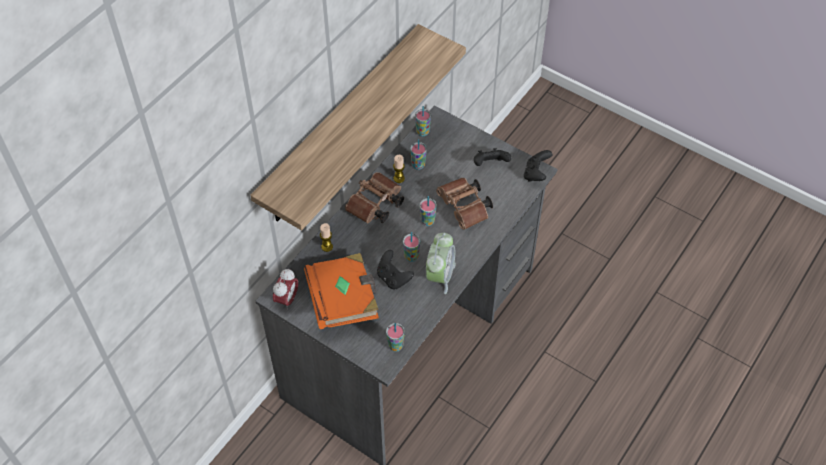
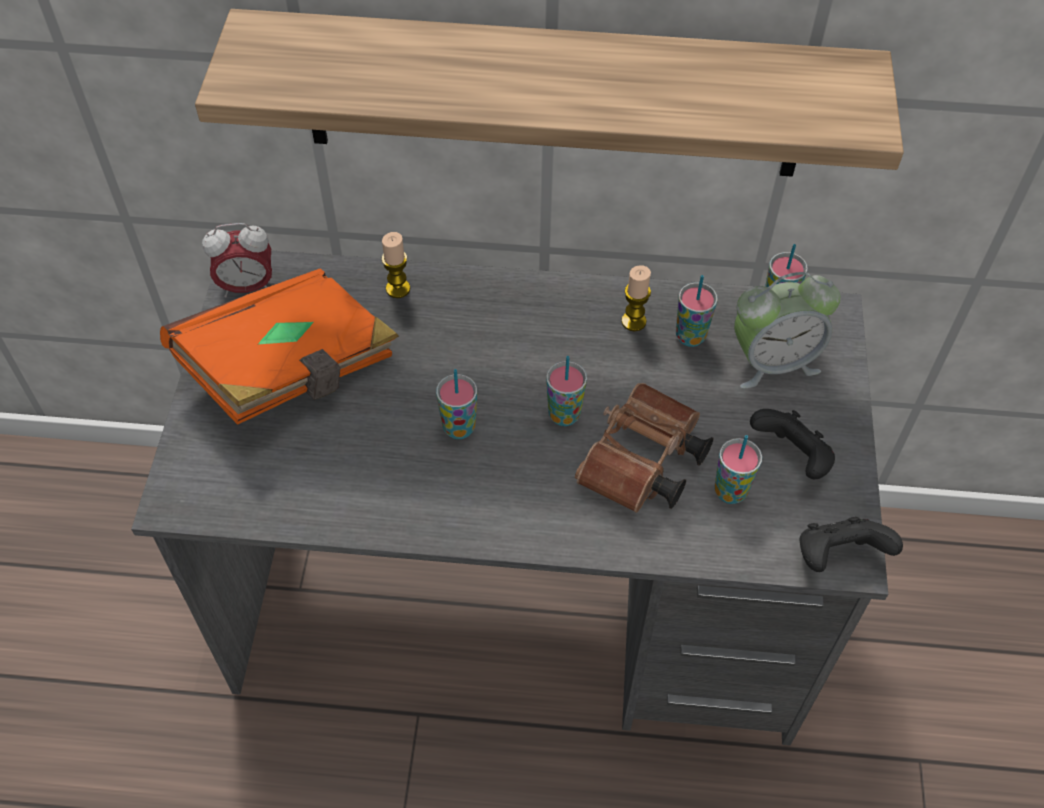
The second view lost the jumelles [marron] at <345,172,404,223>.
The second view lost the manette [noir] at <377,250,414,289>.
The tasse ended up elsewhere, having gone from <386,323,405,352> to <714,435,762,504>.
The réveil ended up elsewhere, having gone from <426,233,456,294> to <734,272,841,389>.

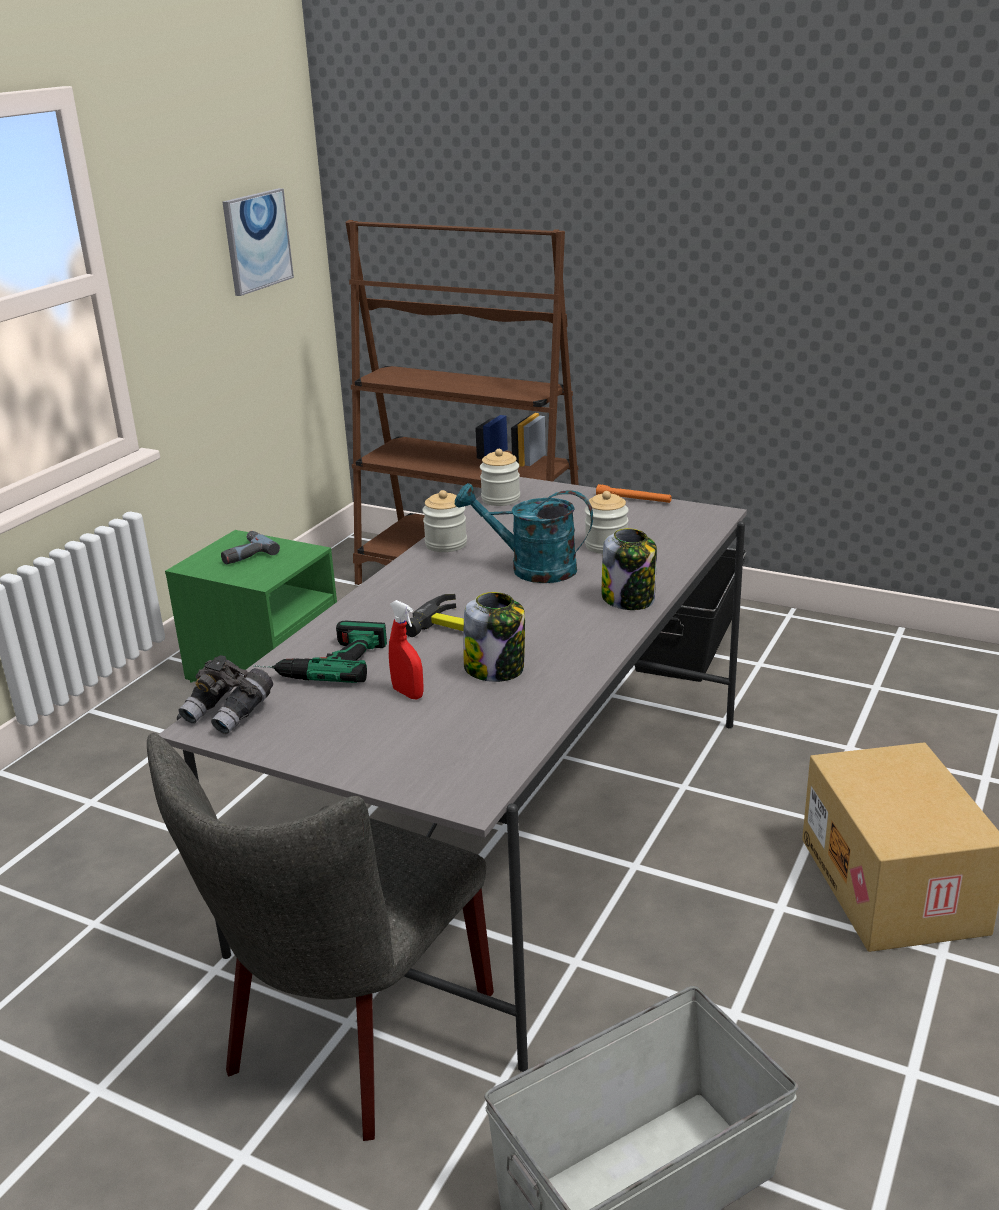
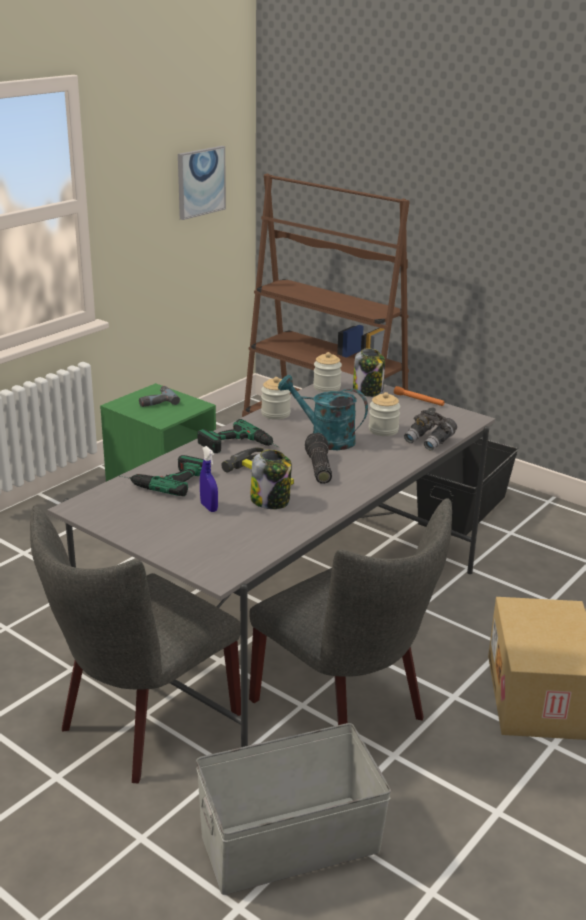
The second view gained the perceuse at <197,419,280,453>.
The second view gained the chaise [gris] at <249,498,452,725>.
The second view gained the lampe de poche at <305,433,332,484>.
The jumelles [gris] ended up elsewhere, having gone from <179,655,273,734> to <404,407,457,451>.
The bocal ended up elsewhere, having gone from <602,528,657,610> to <353,348,385,397>.
What was the vaporisateur [rouge] at <389,600,424,700> turned into the vaporisateur [bleu] at <200,446,218,512>.

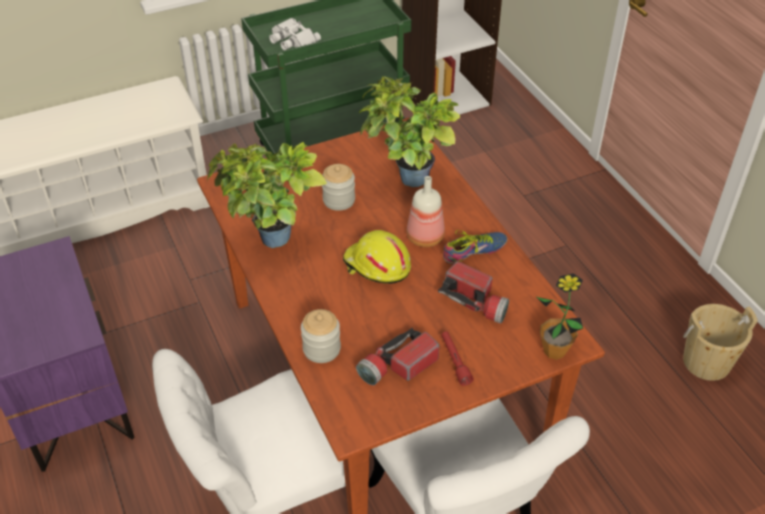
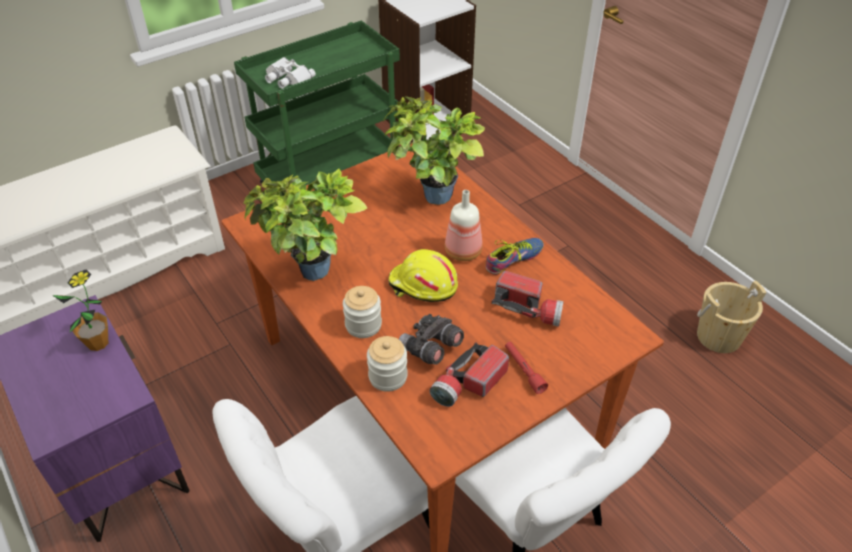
The second view gained the jumelles [gris] at <399,314,464,365>.
The bocal ended up elsewhere, having gone from <322,164,355,211> to <343,286,382,338>.
The plante en pot ended up elsewhere, having gone from <535,273,583,360> to <52,270,108,351>.

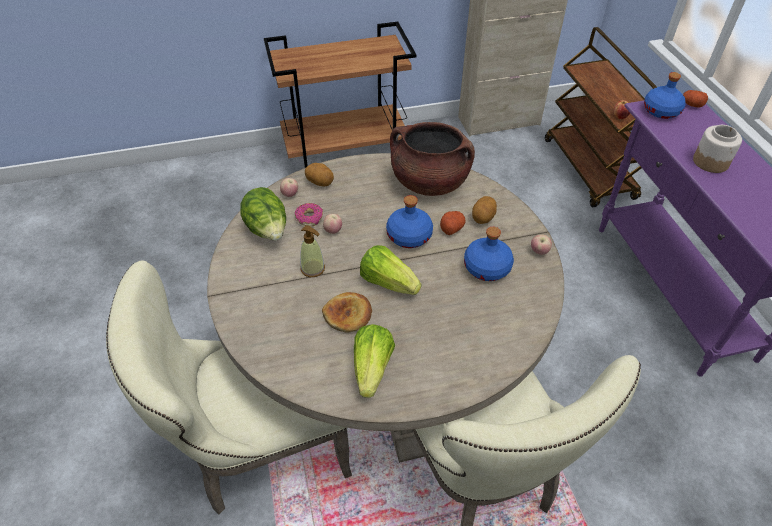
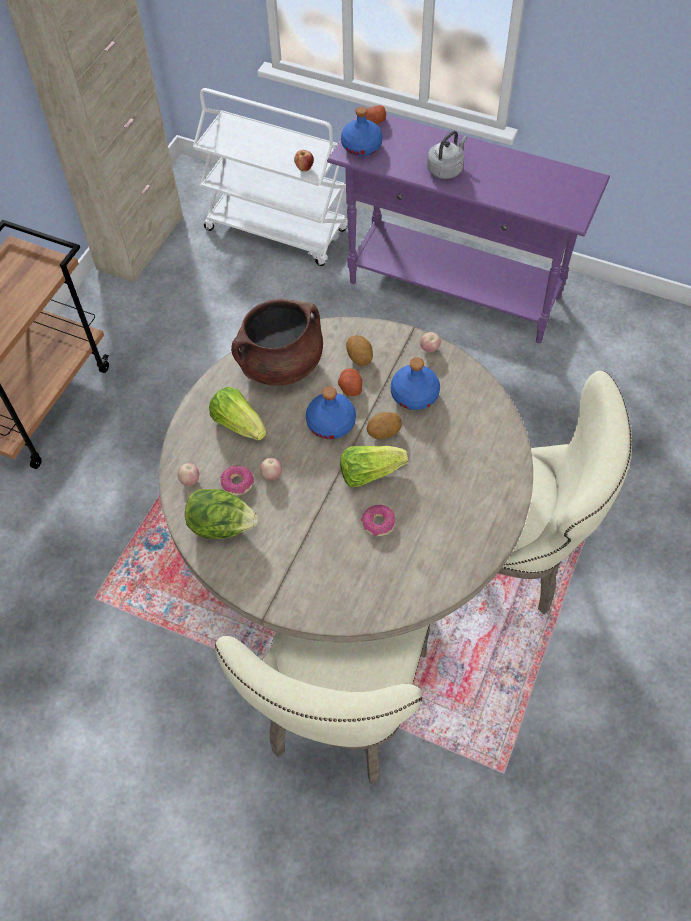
The second view lost the distributeur de savon at <300,225,325,277>.
The pomme de terre ended up elsewhere, having gone from <305,163,334,186> to <367,412,402,439>.
The laitue ended up elsewhere, having gone from <354,324,395,398> to <209,387,266,440>.
Where the pain stood at <322,292,372,333>, the beignet came to stand at <361,505,396,536>.
Where the bocal stood at <693,125,742,173>, the bouilloire [gris] came to stand at <427,131,467,179>.
What was the chariot [marron] at <545,27,657,207> turned into the chariot [blanc] at <193,88,348,266>.

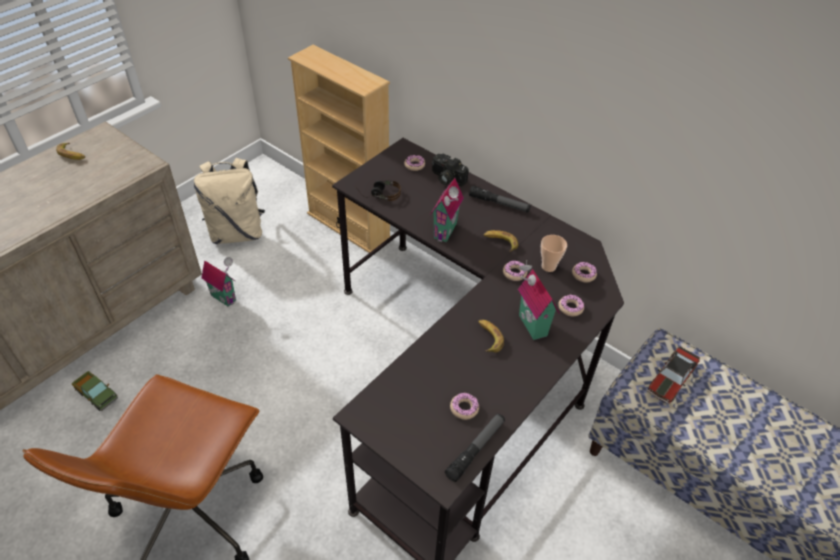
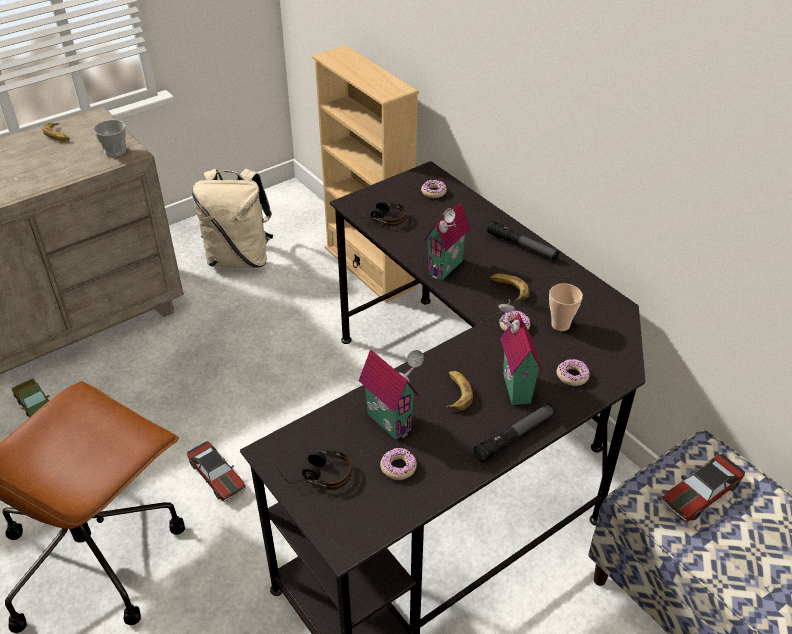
The second view lost the appareil photo at <432,154,469,186>.
The second view lost the beignet at <572,262,597,282>.
The second view gained the tasse at <93,120,126,157>.
The second view gained the petite voiture at <187,441,246,502>.
The second view gained the casque audio at <274,450,352,490>.
The maison miniature ended up elsewhere, having gone from <201,257,236,307> to <359,349,424,440>.
The lampe de poche ended up elsewhere, having gone from <445,414,505,482> to <473,403,555,462>.

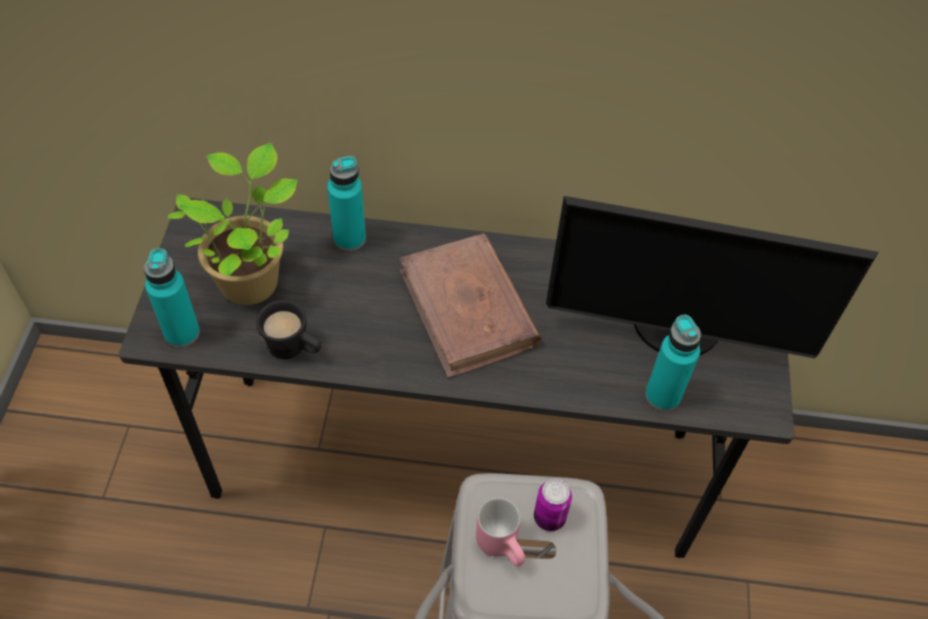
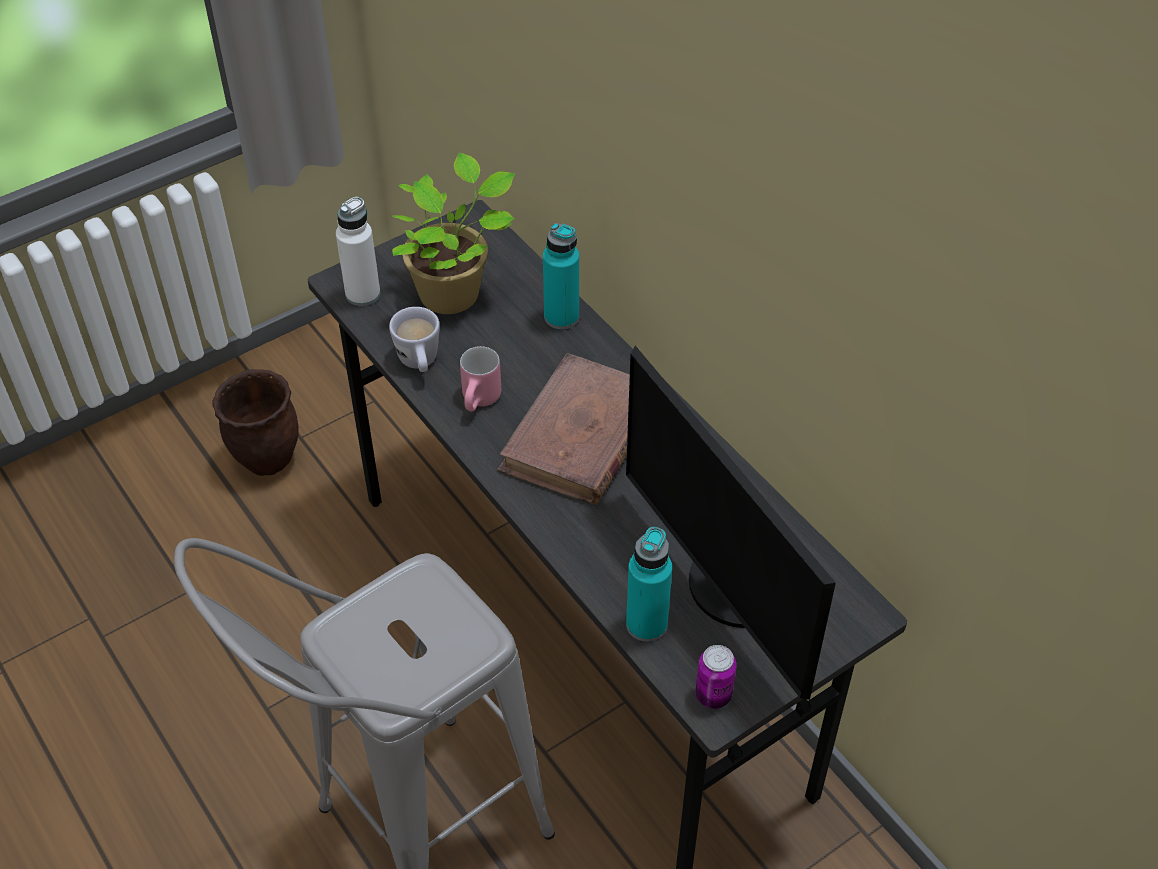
The second view gained the cache-pot [marron] at <212,369,299,476>.
The mug [rose] ended up elsewhere, having gone from <476,498,525,566> to <460,346,501,412>.
The boîte métallique ended up elsewhere, having gone from <534,479,572,531> to <695,645,737,709>.
What was the bouteille [turquoise] at <144,248,200,347> turned into the bouteille [blanc] at <336,197,380,306>.
What was the mug [noir] at <256,300,321,359> turned into the mug [blanc] at <389,307,440,372>.

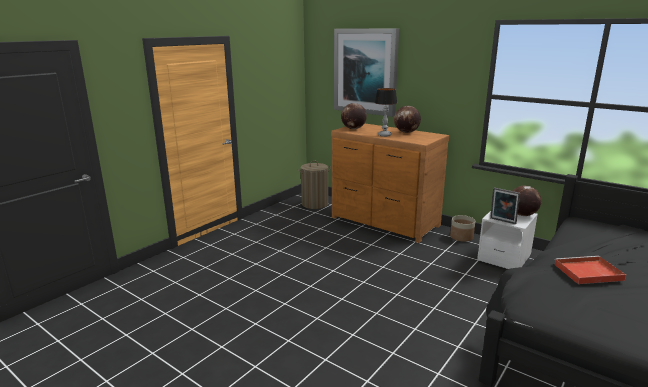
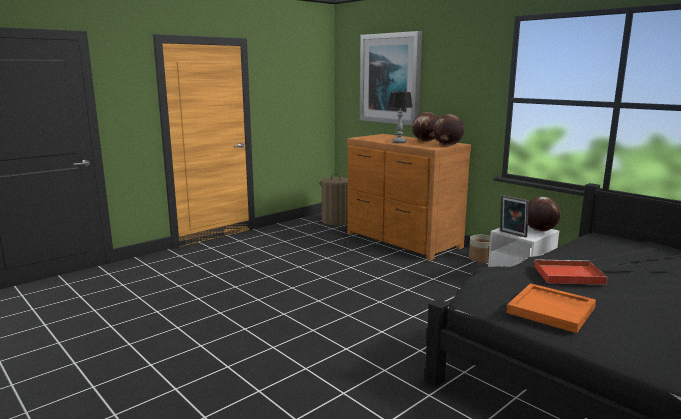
The second view gained the plateau [orange] at <507,283,596,333>.
The globe ended up elsewhere, having gone from <341,103,367,129> to <433,114,464,145>.

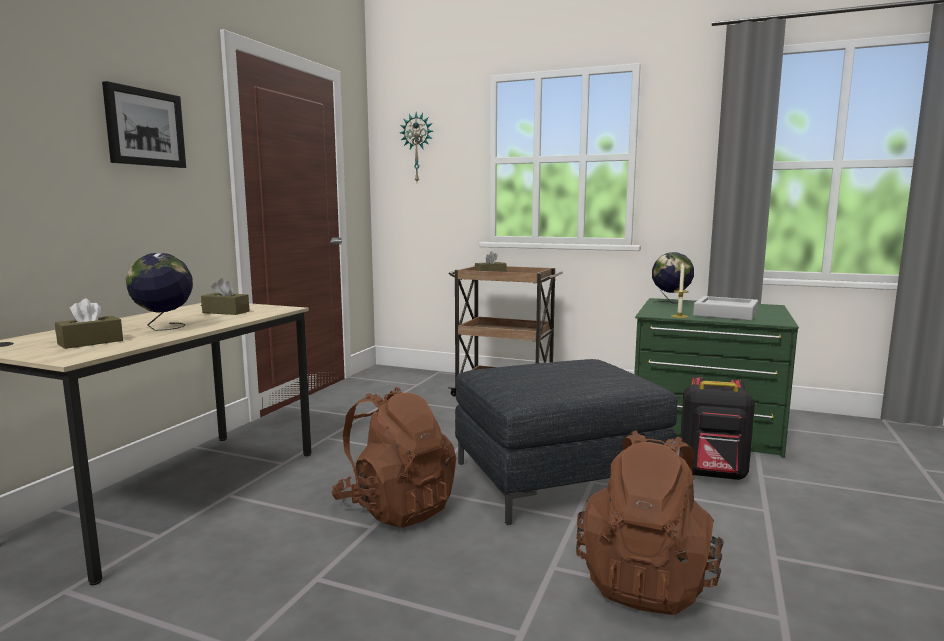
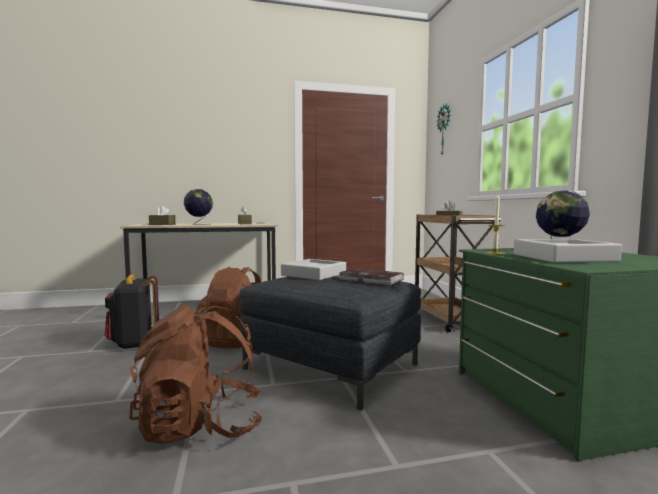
The second view lost the tableau at <102,81,186,168>.
The second view gained the plateau [gris] at <281,259,346,280>.
The second view gained the livre at <339,268,404,285>.
The sac à dos [noir] ended up elsewhere, having gone from <679,377,755,480> to <105,275,159,349>.

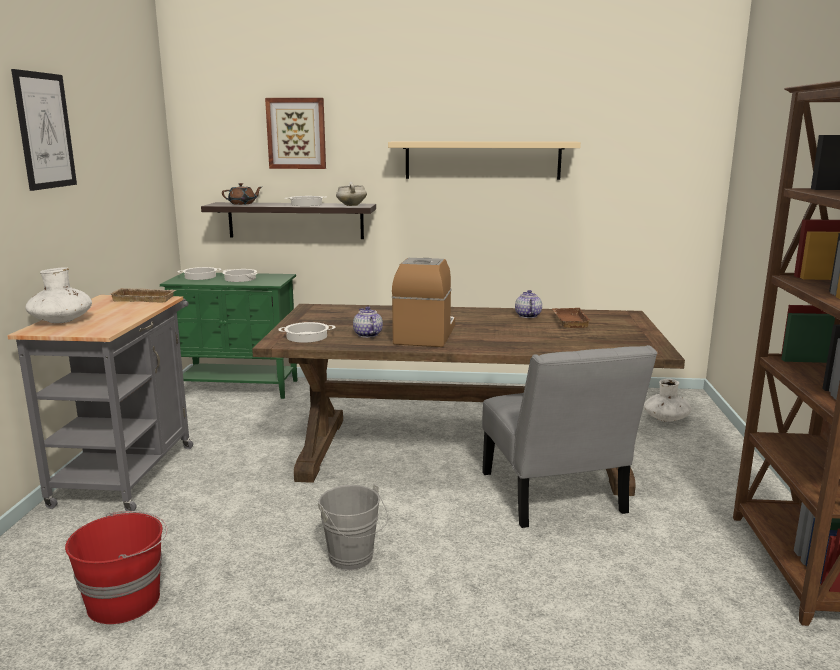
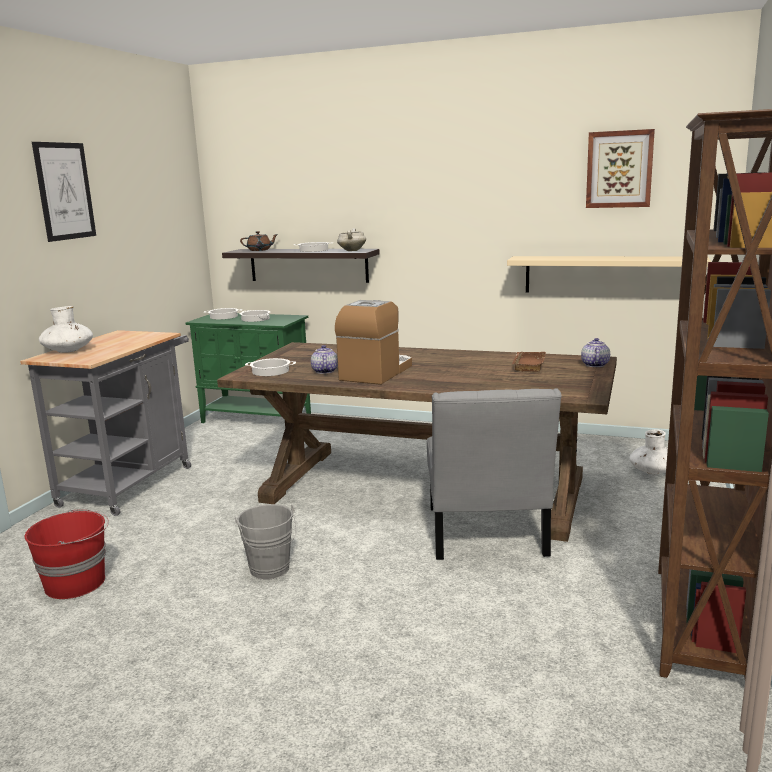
The second view lost the plateau [beige] at <108,288,176,302>.
The tableau ended up elsewhere, having gone from <265,98,326,169> to <586,129,655,208>.
The étagère [beige] ended up elsewhere, having gone from <388,141,581,180> to <507,256,711,293>.
The théière ended up elsewhere, having gone from <515,290,542,318> to <581,338,610,367>.

